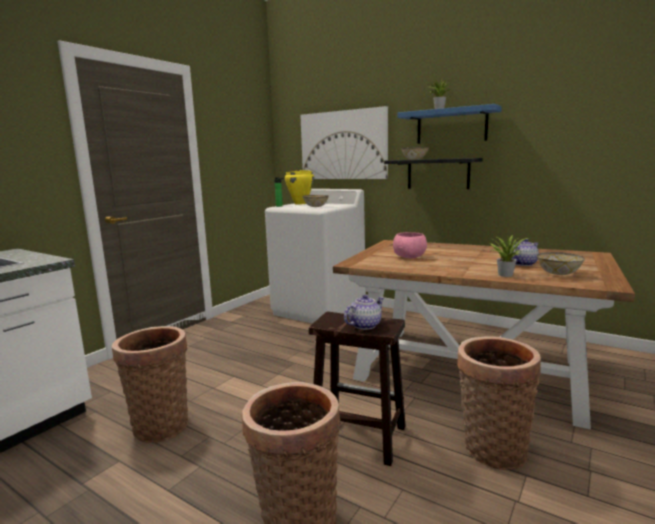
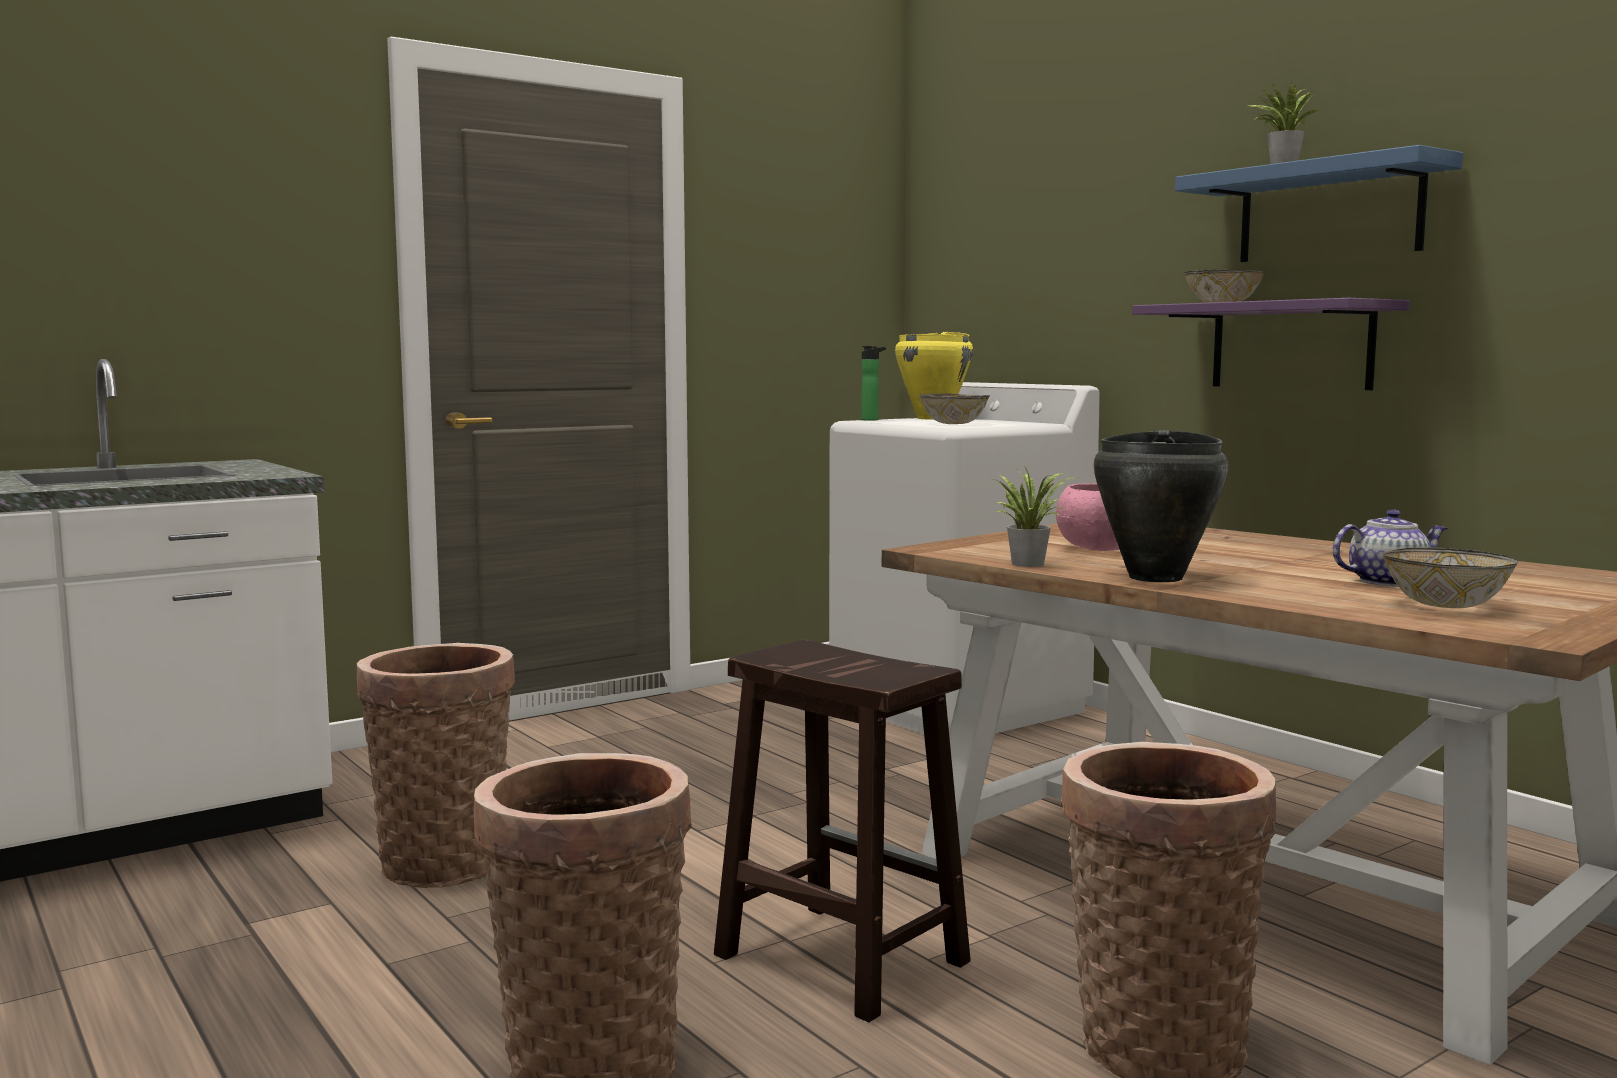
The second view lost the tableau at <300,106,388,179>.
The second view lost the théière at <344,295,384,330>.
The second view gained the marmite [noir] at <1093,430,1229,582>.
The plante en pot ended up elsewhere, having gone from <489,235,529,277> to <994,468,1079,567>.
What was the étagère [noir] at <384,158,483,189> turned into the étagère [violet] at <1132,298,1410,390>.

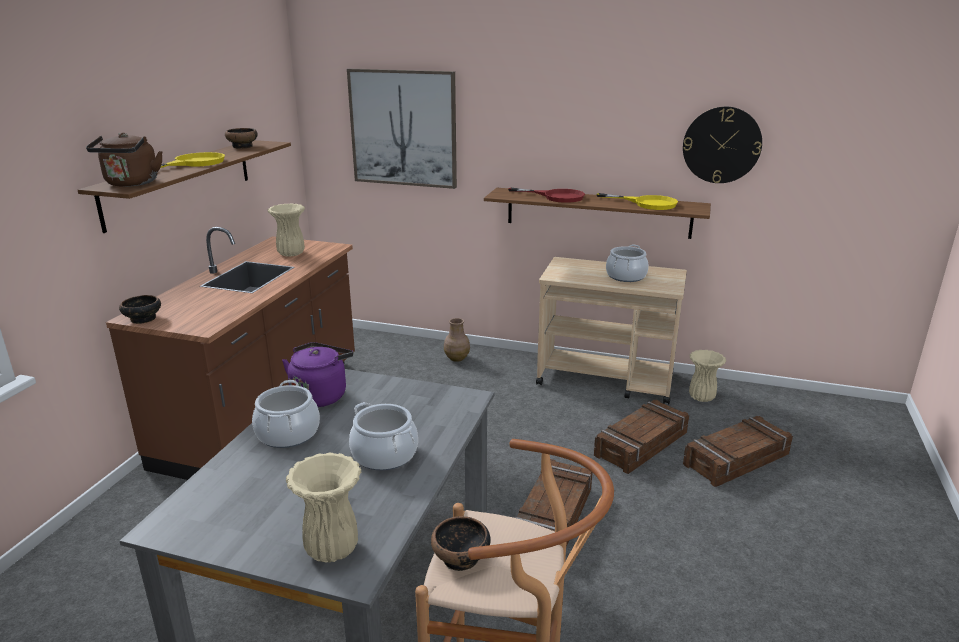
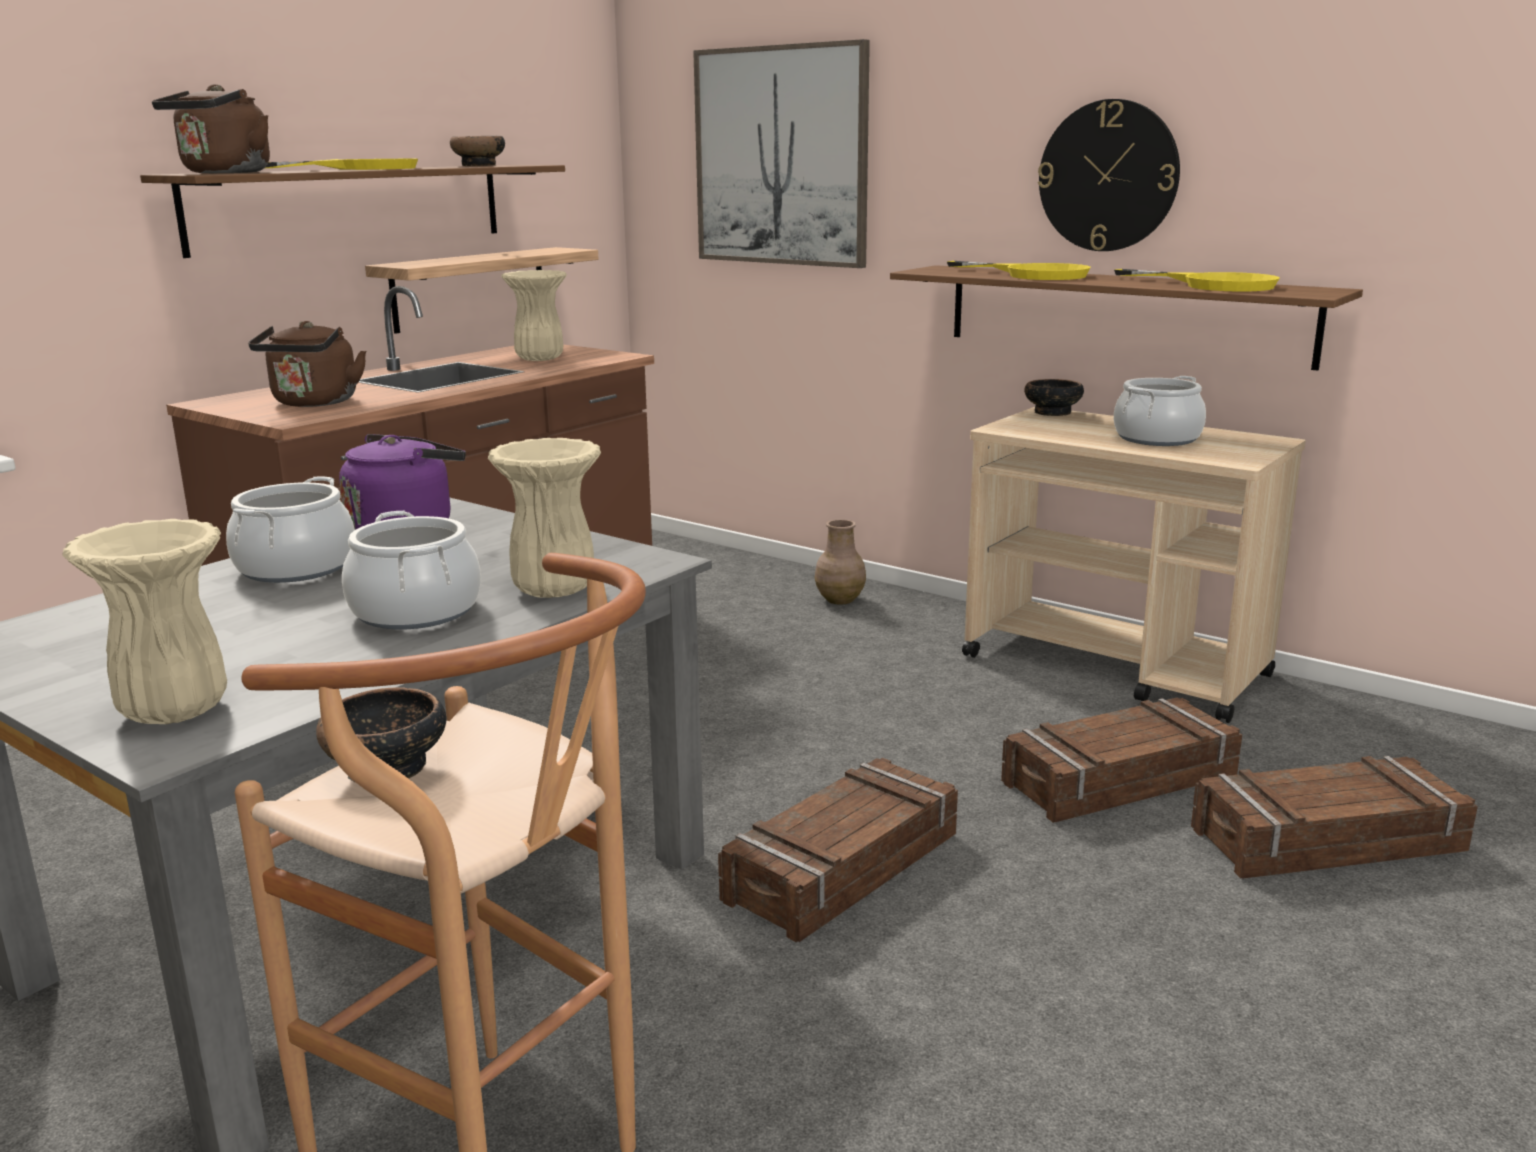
The second view gained the bouilloire [marron] at <248,321,366,407>.
The second view gained the étagère at <365,247,598,334>.
The bol ended up elsewhere, having gone from <119,295,161,324> to <1024,379,1084,416>.
The horloge murale ended up elsewhere, having gone from <683,107,762,183> to <1038,99,1180,251>.
The vase [beige] ended up elsewhere, having gone from <689,350,726,402> to <488,438,601,598>.
What was the poêle [rouge] at <508,188,585,203> turned into the poêle [jaune] at <947,261,1091,280>.

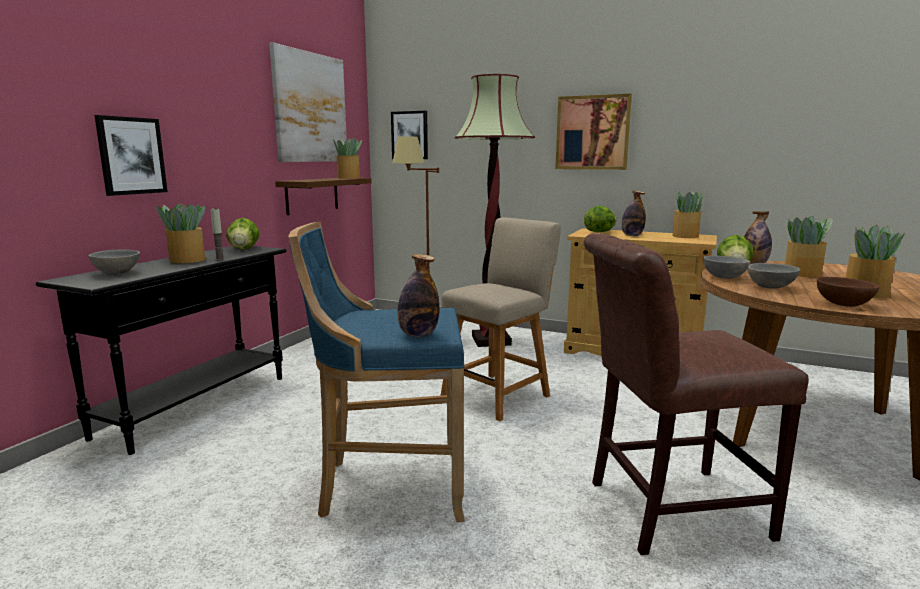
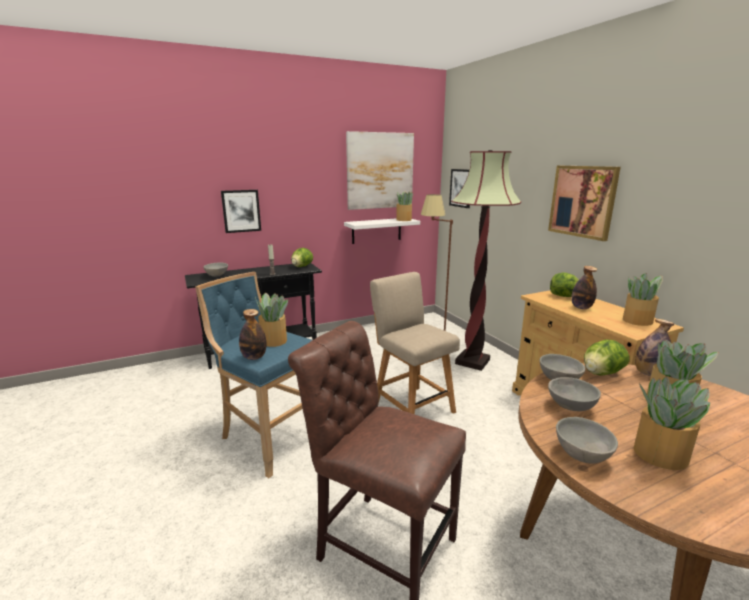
The plante en pot ended up elsewhere, having gone from <156,203,205,263> to <255,293,288,347>.
What was the étagère [marron] at <275,178,372,215> turned into the étagère [blanc] at <344,219,420,244>.
What was the bol [marron] at <817,277,880,307> turned into the bol [gris] at <556,417,618,464>.
The chaise [beige] at <440,218,561,421> ended up facing another way, 120 degrees counterclockwise from before.

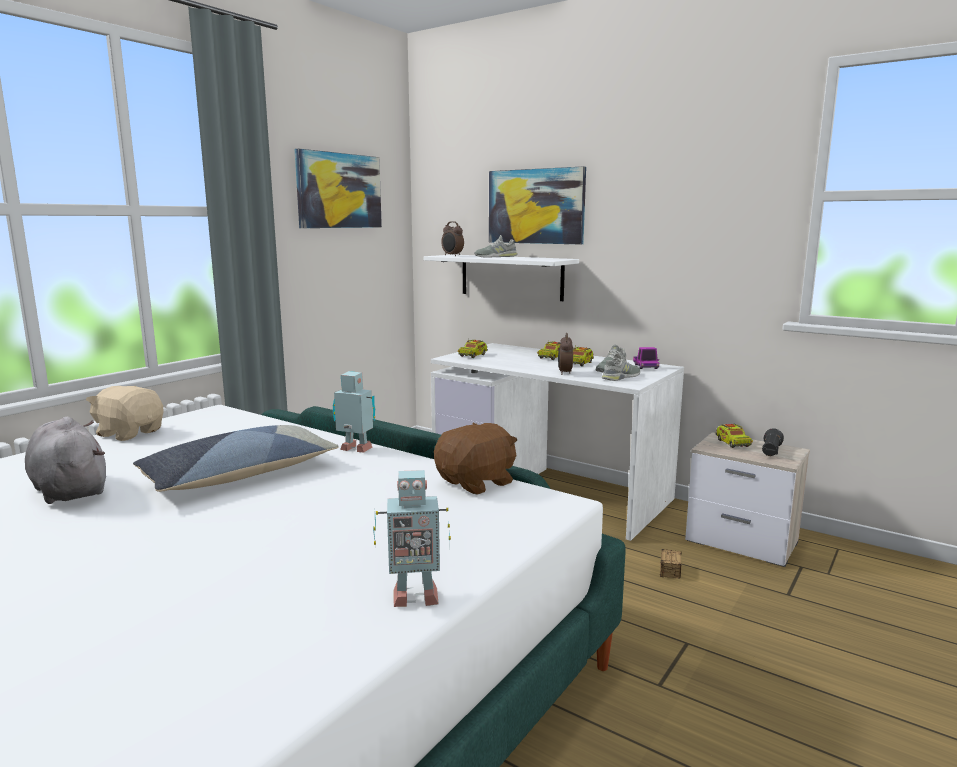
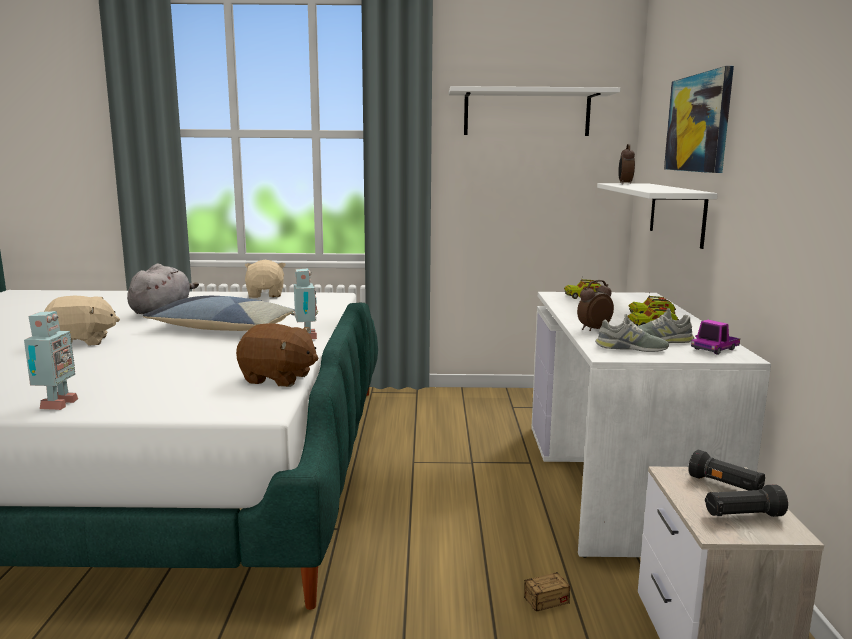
The second view lost the chaussure [gris] at <474,235,518,258>.
The second view gained the peluche [beige] at <44,296,120,346>.
Where the tableau hung at <294,149,382,228>, the étagère [blanc] came to hang at <449,86,620,136>.
Where the camion jouet stood at <716,424,753,448>, the lampe de poche [noir] came to stand at <688,450,765,491>.
The robot jouet at <373,470,451,607> ended up facing another way, 135 degrees counterclockwise from before.

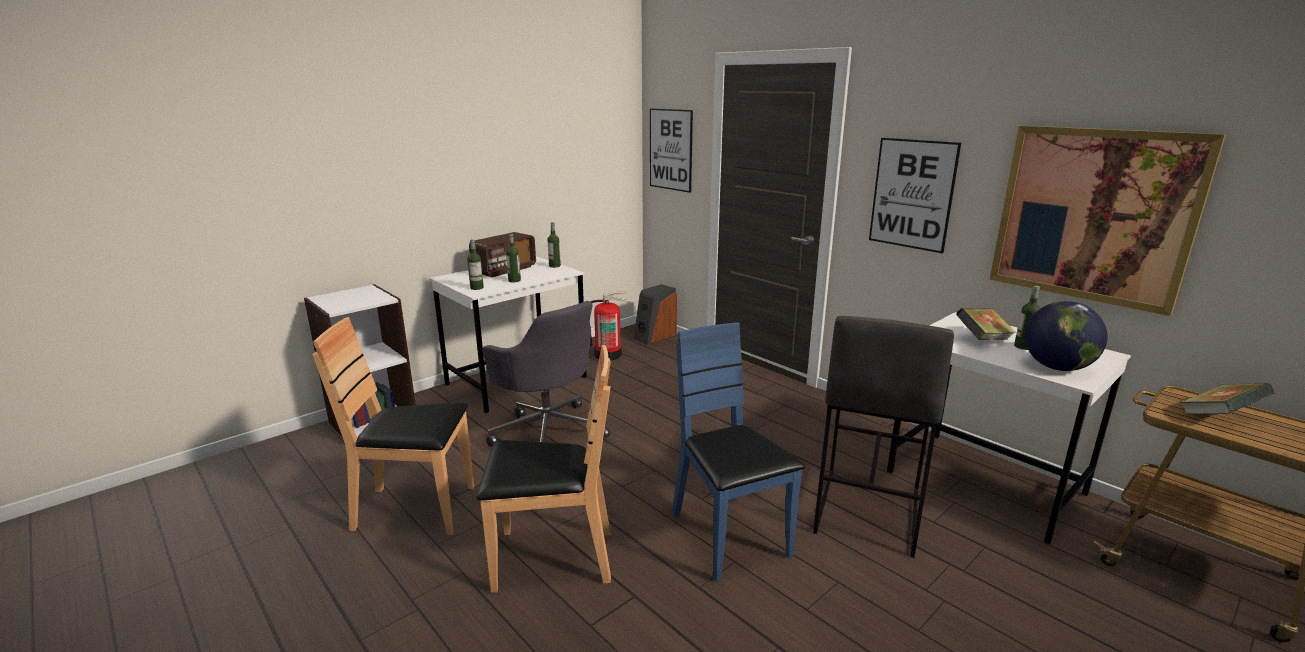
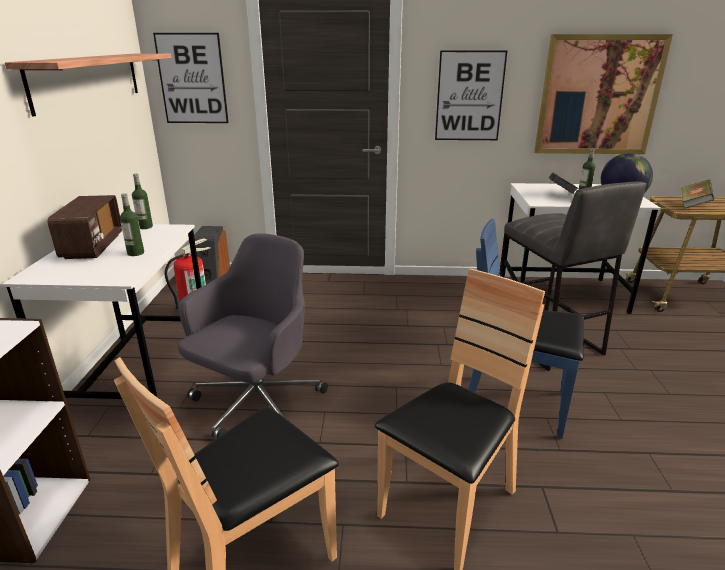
The second view lost the bouteille at <467,239,484,290>.
The second view gained the étagère at <5,53,172,117>.
The chaise de bureau [gris] at <482,301,610,447> ended up facing another way, 60 degrees counterclockwise from before.

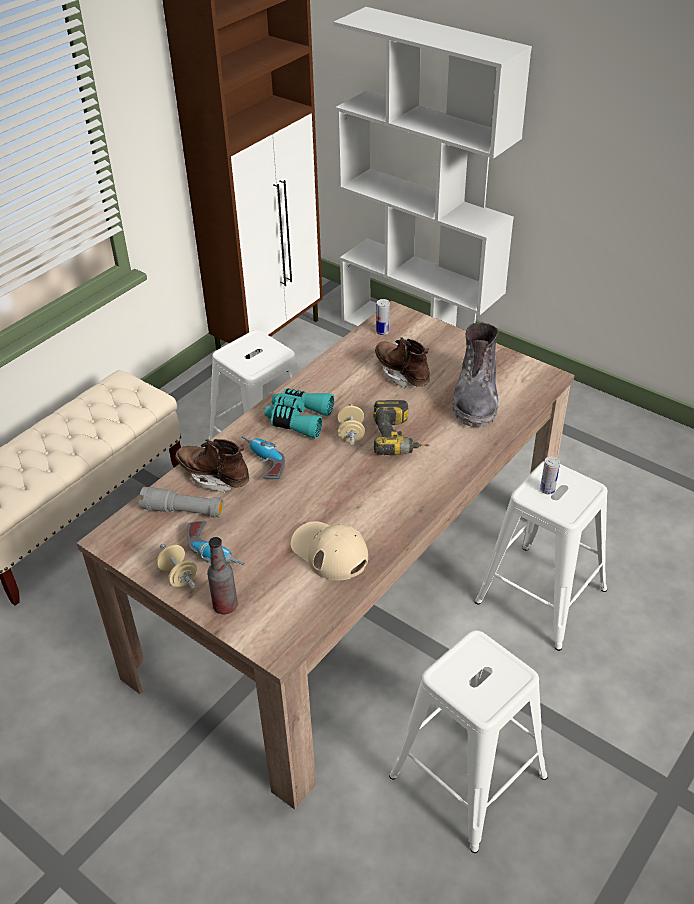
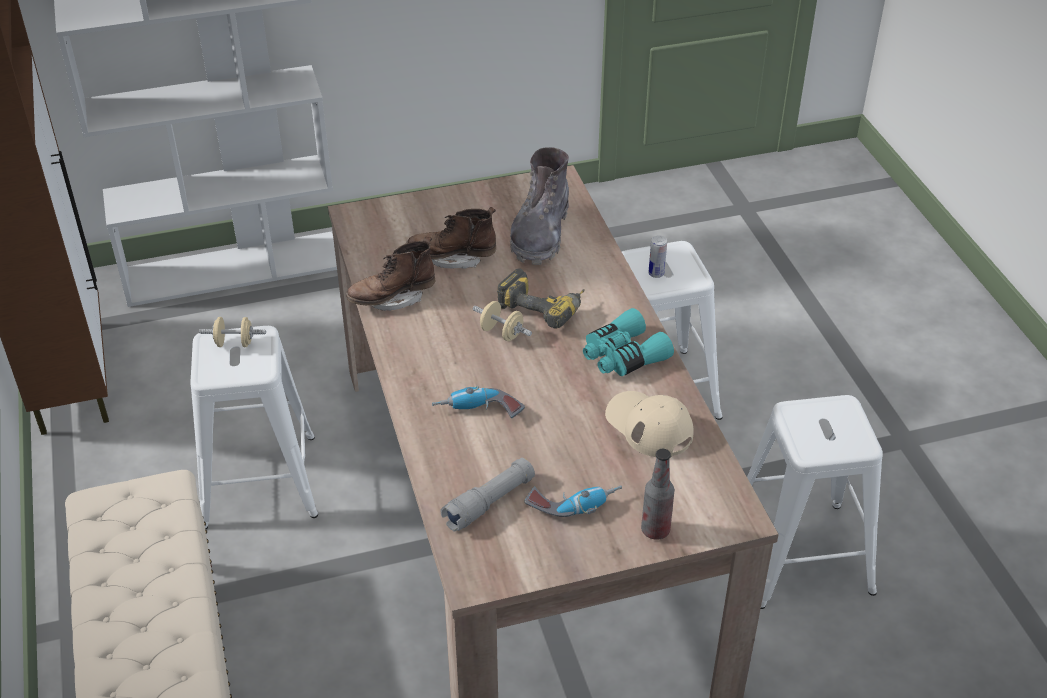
The second view lost the boîte métallique at <376,299,390,335>.
The haltère [beige] ended up elsewhere, having gone from <156,543,197,588> to <199,317,266,347>.
The botte [marron] ended up elsewhere, having gone from <175,439,249,493> to <346,237,435,311>.
The jumelles [turquoise] ended up elsewhere, having gone from <264,388,334,439> to <583,308,674,376>.
The casquette [beige] at <291,521,368,580> ended up facing another way, 60 degrees clockwise from before.
The botte [gris] at <452,323,499,428> ended up facing another way, 60 degrees clockwise from before.

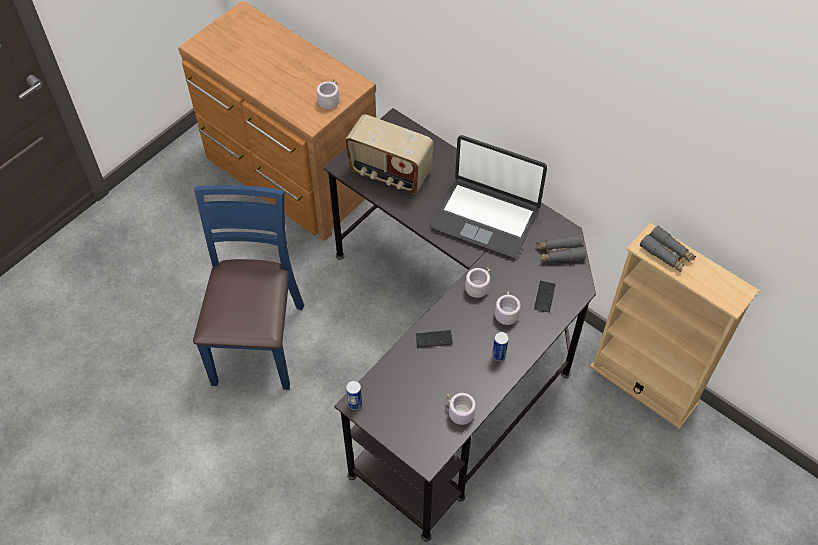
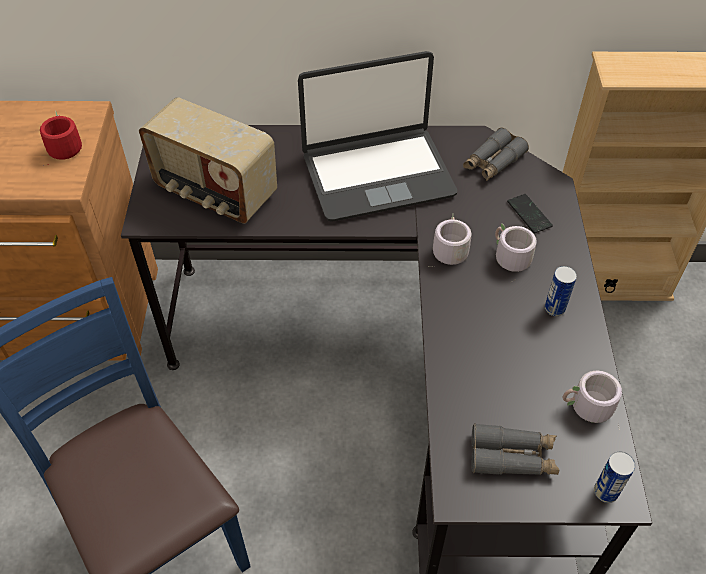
The second view lost the téléphone at <416,330,453,348>.
The boîte métallique ended up elsewhere, having gone from <346,381,362,410> to <594,452,635,503>.
The jumelles [gris] ended up elsewhere, having gone from <640,226,696,272> to <471,423,559,475>.
What was the mug [gris] at <311,79,340,109> turned into the mug [rouge] at <40,112,82,166>.
The radio at <345,114,434,194> ended up facing another way, 45 degrees clockwise from before.

